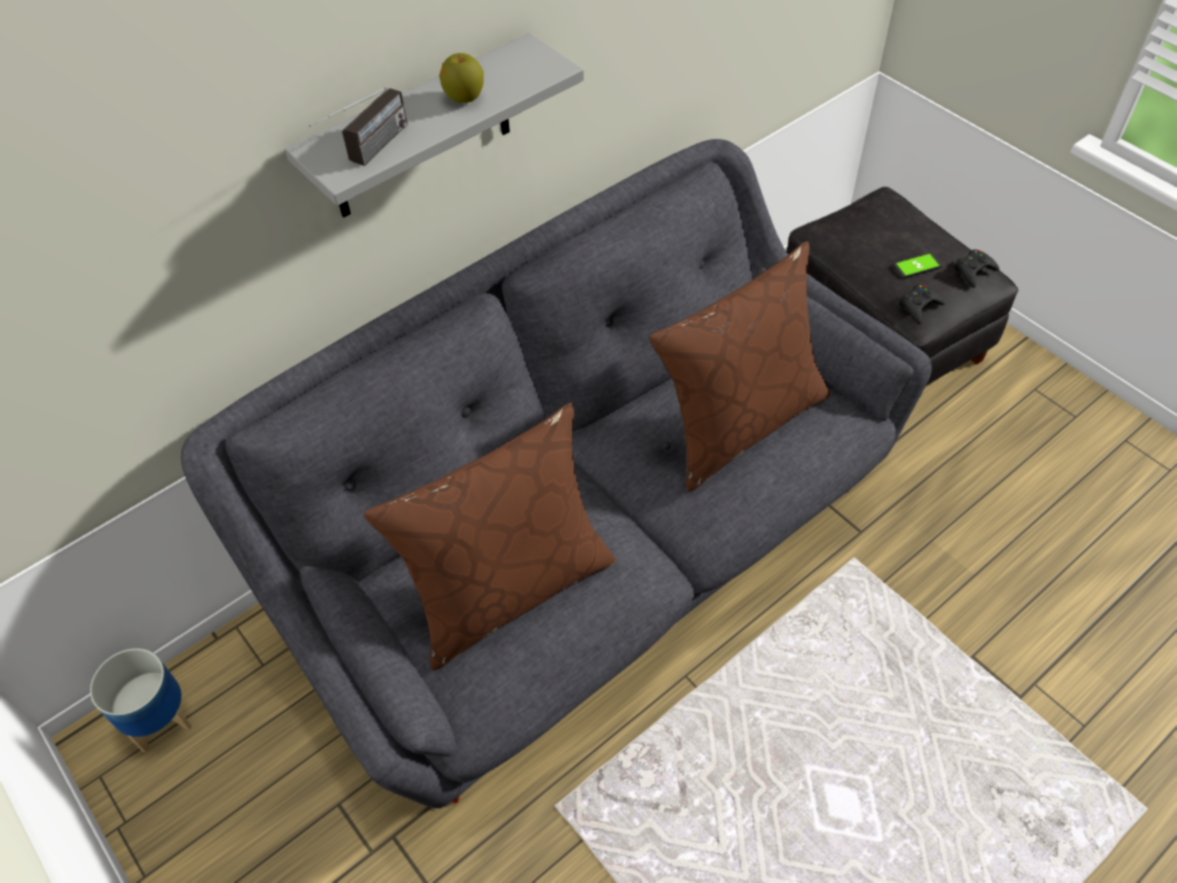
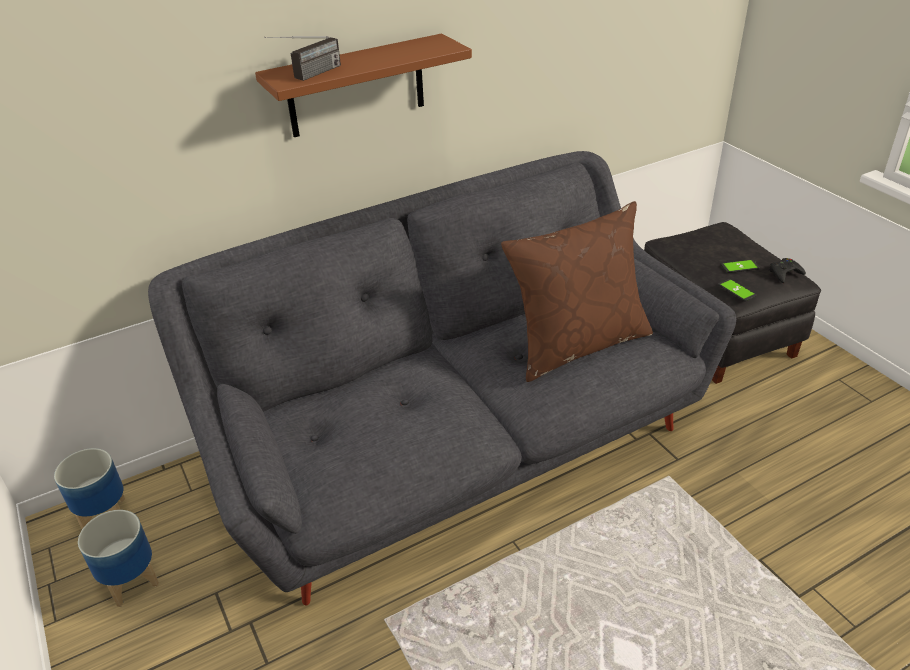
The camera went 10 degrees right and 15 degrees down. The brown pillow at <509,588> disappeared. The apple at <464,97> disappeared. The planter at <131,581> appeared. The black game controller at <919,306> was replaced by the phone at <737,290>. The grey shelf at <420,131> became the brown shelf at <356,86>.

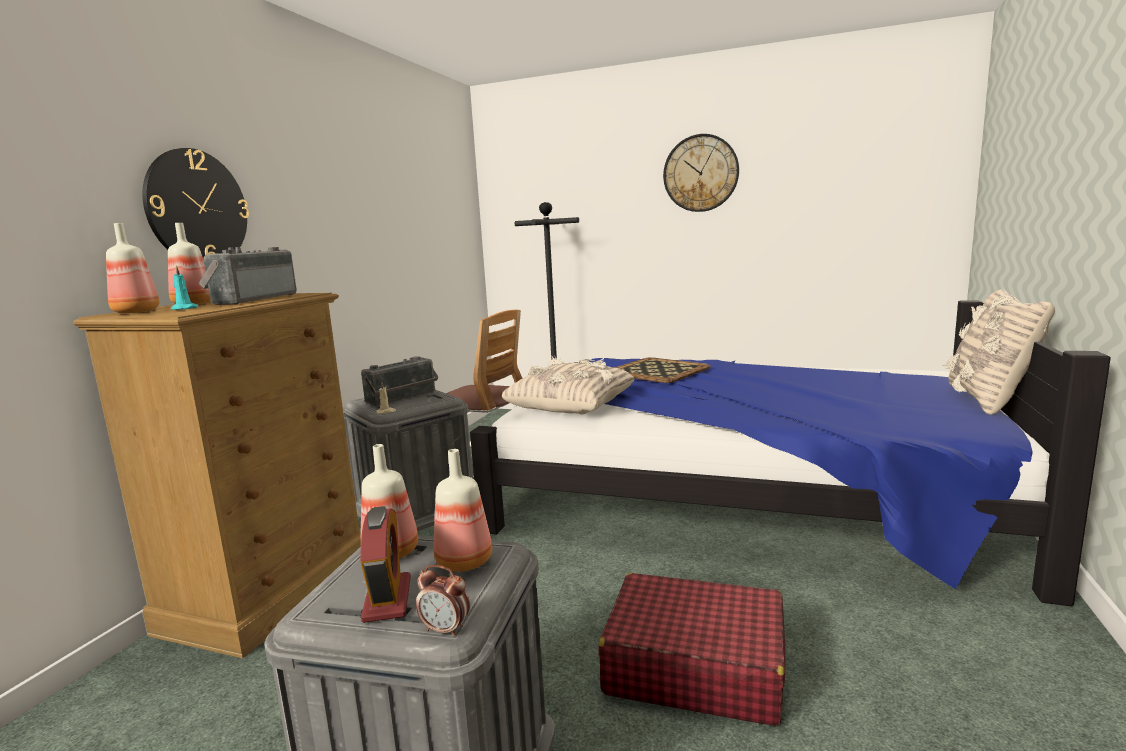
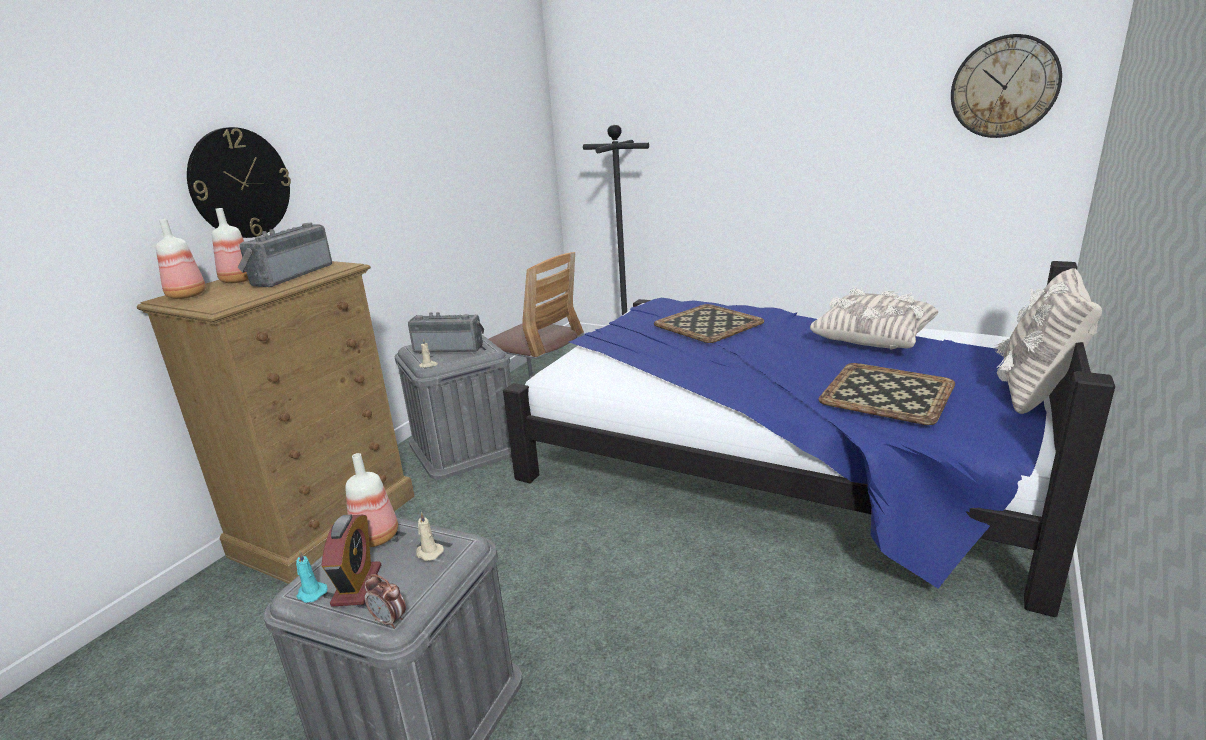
The camera went 10 degrees right and 10 degrees up. The red suitcase at <694,666> disappeared. The tray at <885,393> appeared. The turquoise candle moved from <183,309> to <311,593>. The beige pillow moved from <571,408> to <872,339>. The wall clock moved from <700,173> to <1004,87>. The bottle at <463,561> was replaced by the beige candle at <428,553>. The radio at <403,398> turned 135 degrees counterclockwise.

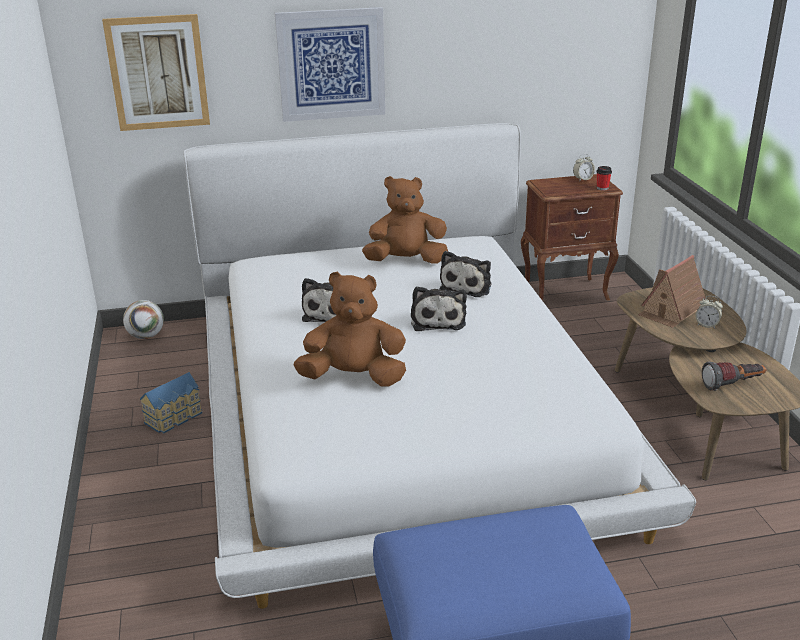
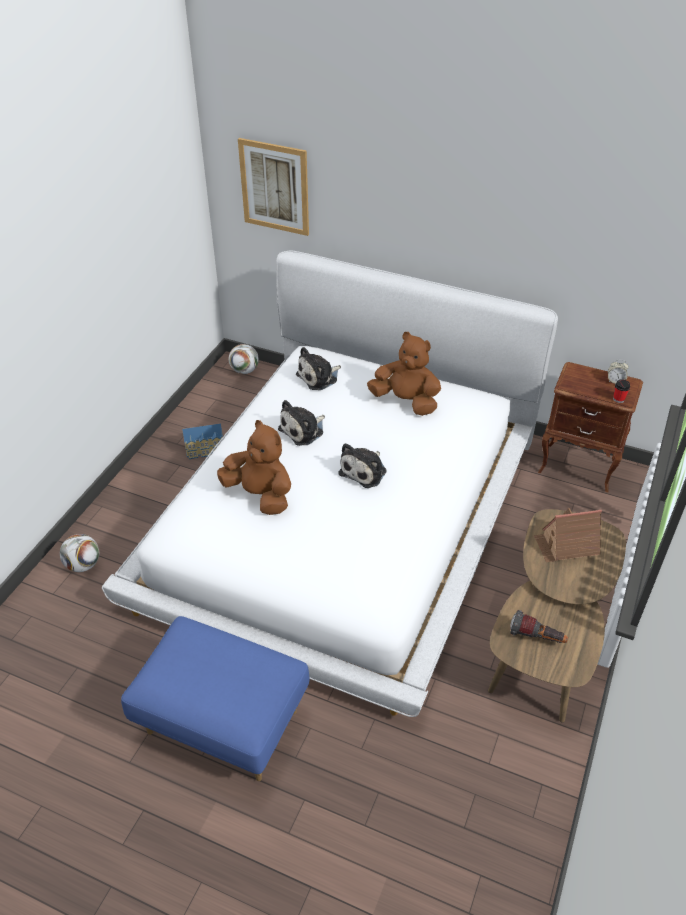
The camera went 35 degrees right and 15 degrees up. The picture at <331,64> disappeared. The alarm clock at <706,325> disappeared. The football at <83,565> appeared. The plush toy moved from <467,286> to <319,377>.

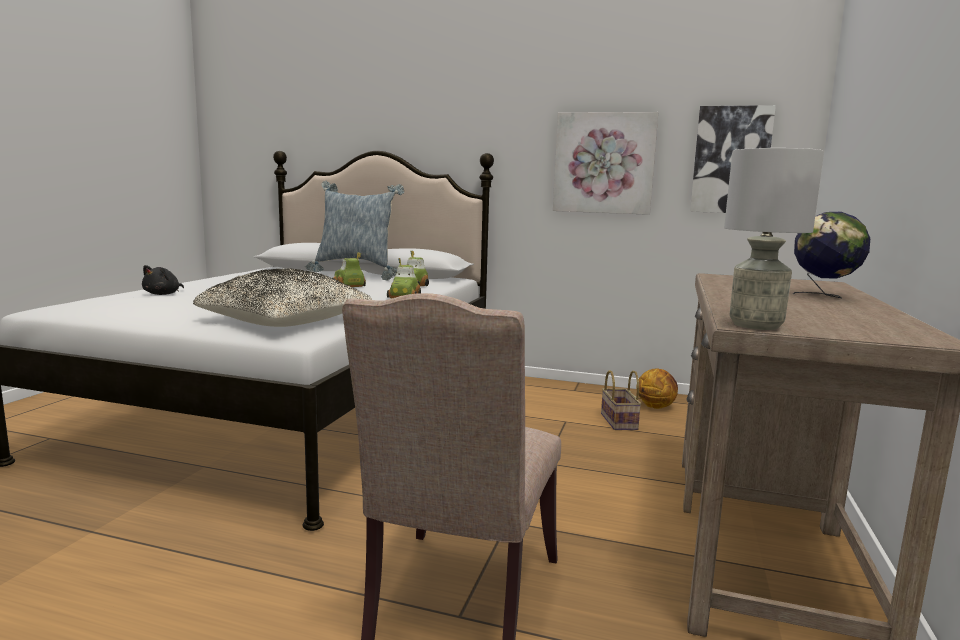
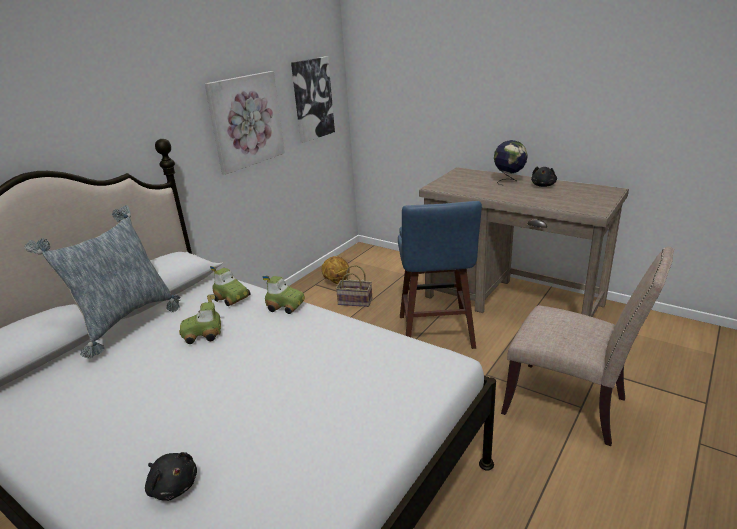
The camera went 70 degrees left and 15 degrees up. The beige pillow at <285,320> disappeared. The grey table lamp at <755,326> disappeared. The blue stool at <436,333> appeared. The black plush toy at <543,185> appeared.

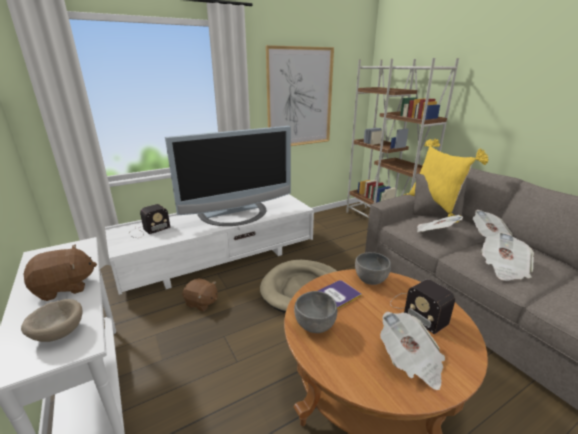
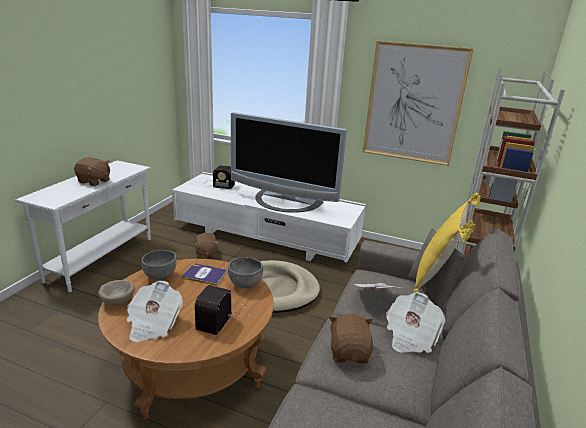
The camera went 50 degrees right and 0 degrees up. The beige bowl moved from <59,332> to <118,301>. The newspaper at <503,268> was replaced by the brown plush toy at <349,352>.

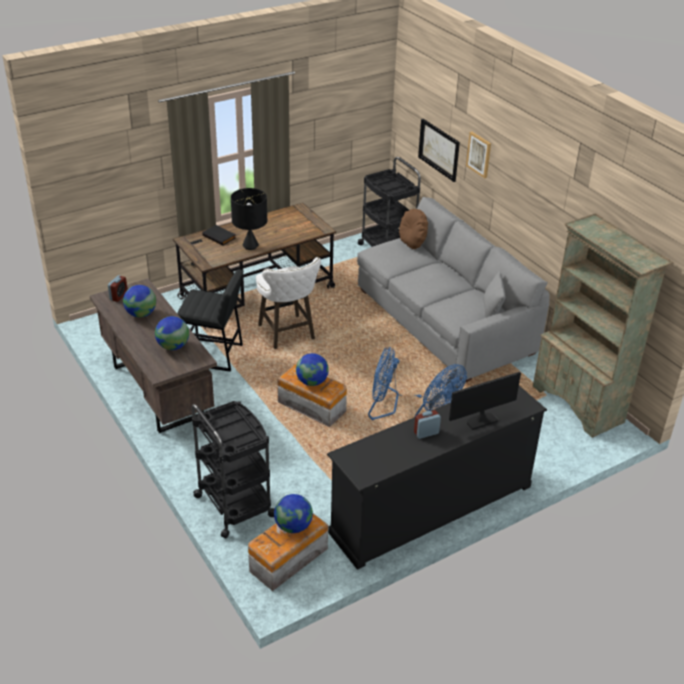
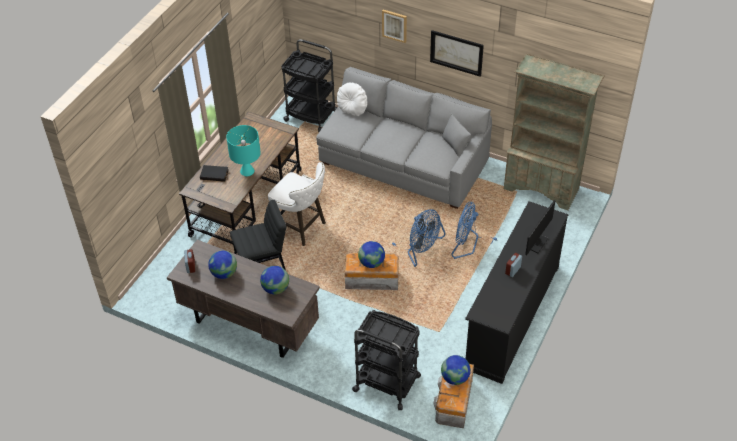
The camera went 30 degrees left and 10 degrees up. The picture moved from <439,149> to <456,52>. The black table lamp at <250,246> became the turquoise table lamp at <247,172>. The brown pillow at <412,243> became the white pillow at <352,110>. The blue fan at <388,401> turned 120 degrees counterclockwise.

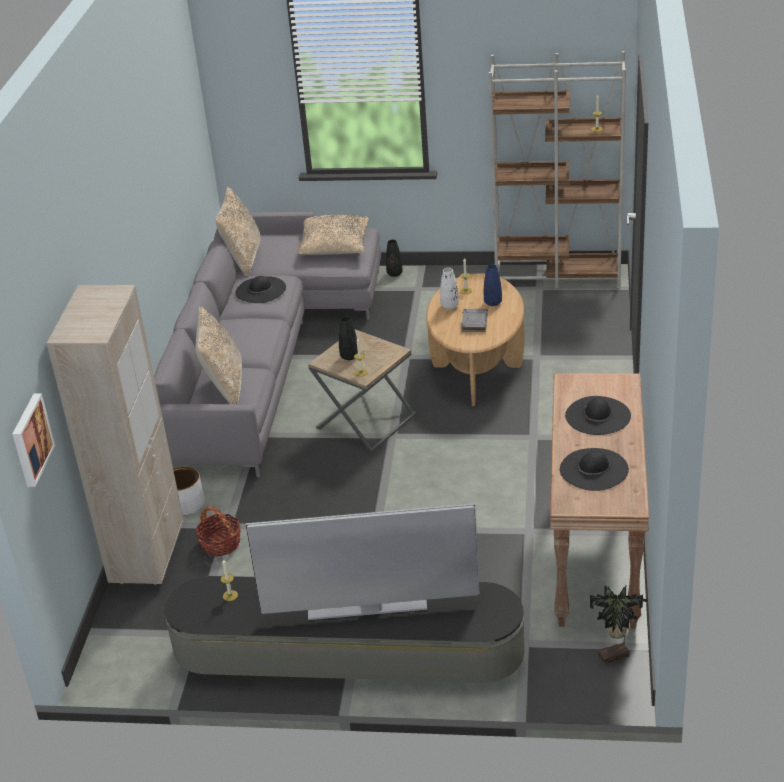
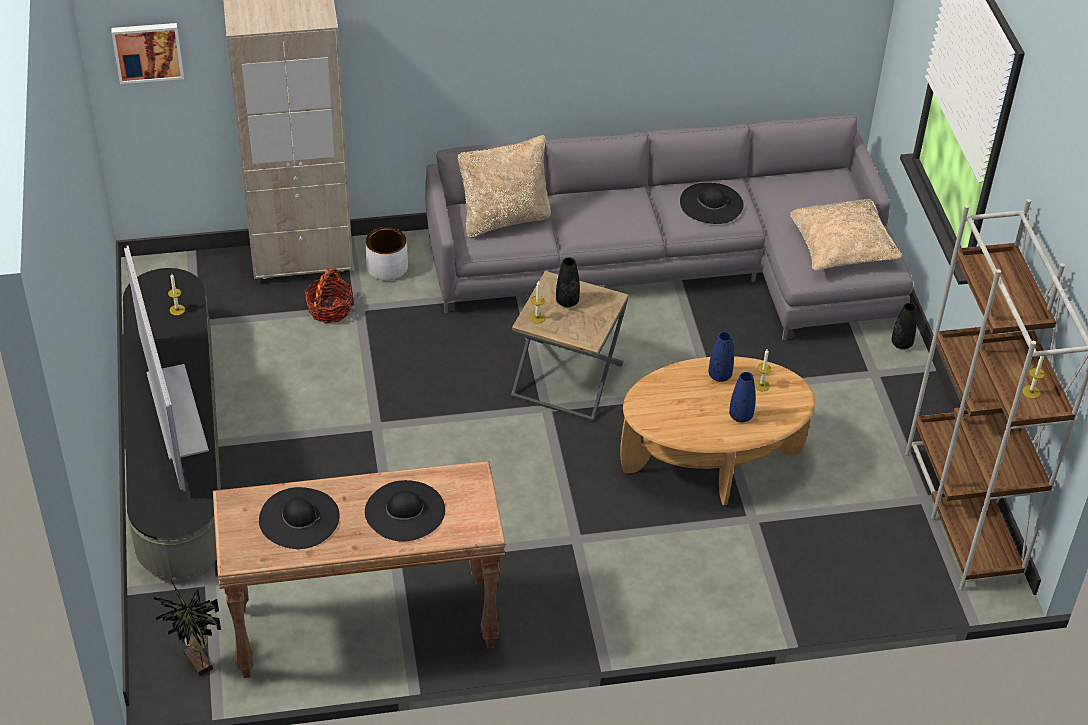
The camera went 70 degrees right and 10 degrees up. The beige pillow at <243,259> disappeared. The grey book at <474,322> disappeared. The white vase at <449,306> became the blue vase at <719,376>.

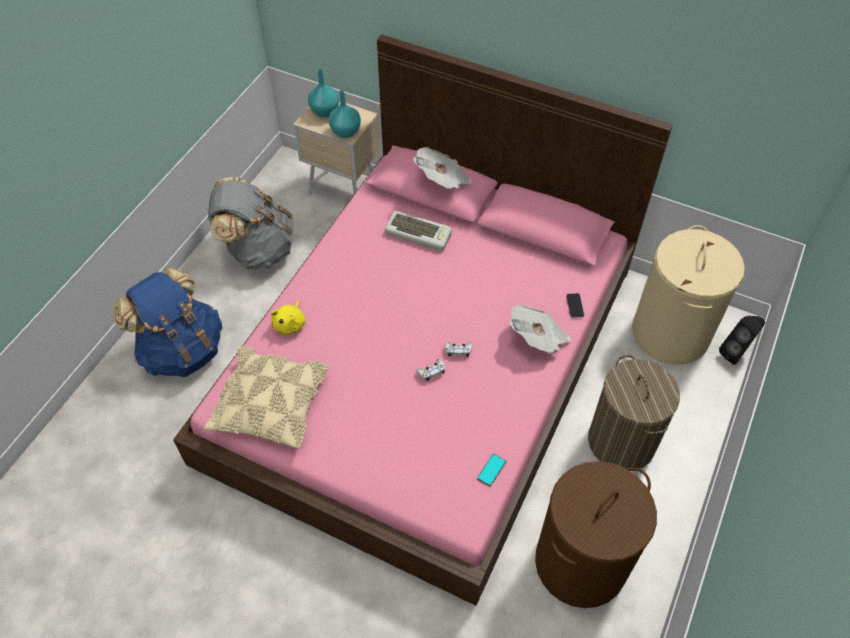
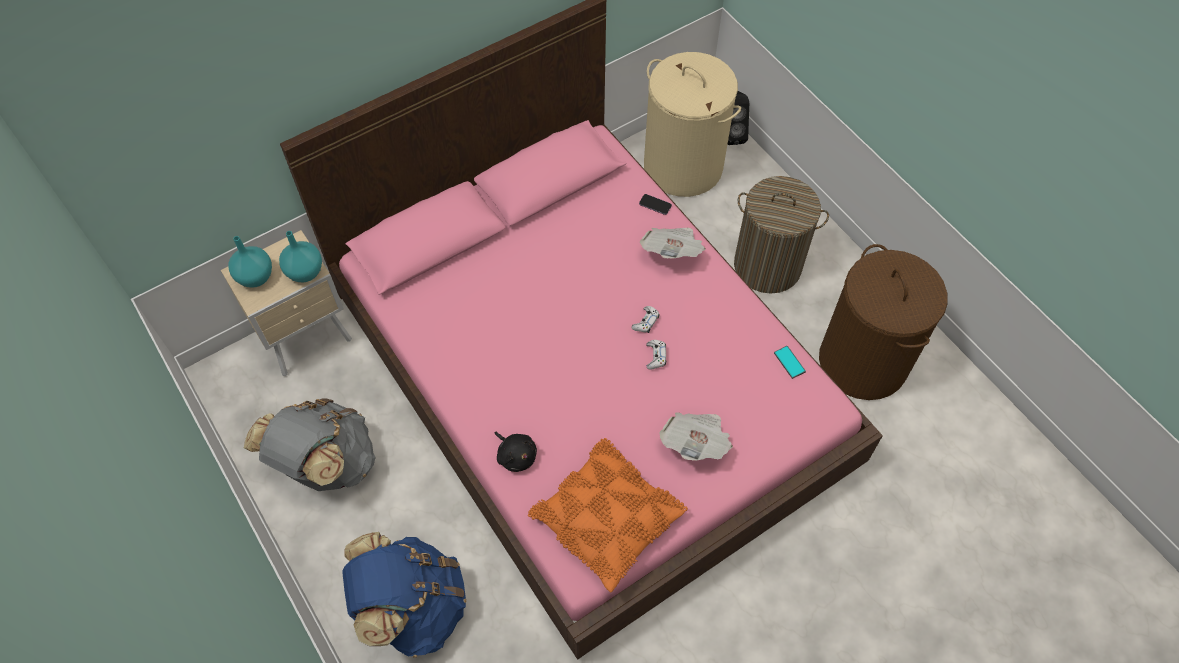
The camera went 60 degrees left and 5 degrees up. The keyboard at <419,233> disappeared. The newspaper moved from <443,180> to <696,443>. The beige pillow at <271,404> became the orange pillow at <607,518>. The yellow plush toy at <290,324> became the black plush toy at <516,455>.

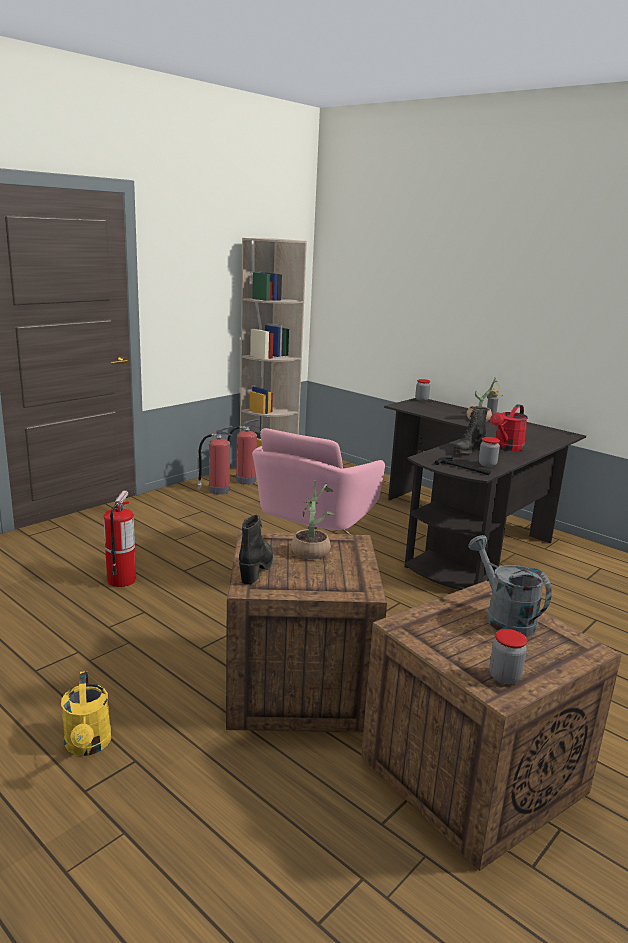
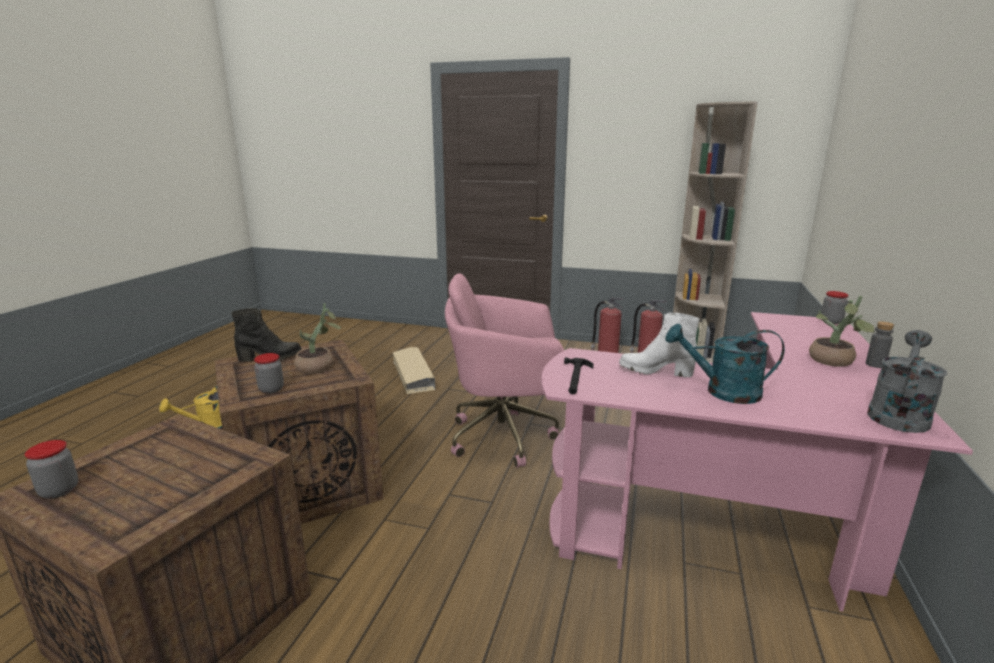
The camera went 65 degrees right and 0 degrees up. The grey watering can moved from <503,617> to <898,414>. The jar moved from <487,464> to <271,389>. The fire extinguisher at <121,580> was replaced by the beige storage box at <413,374>. The black desk at <468,534> became the pink desk at <737,516>. The black boot at <467,450> became the white boot at <655,371>. The red watering can at <506,448> became the turquoise watering can at <722,392>.

